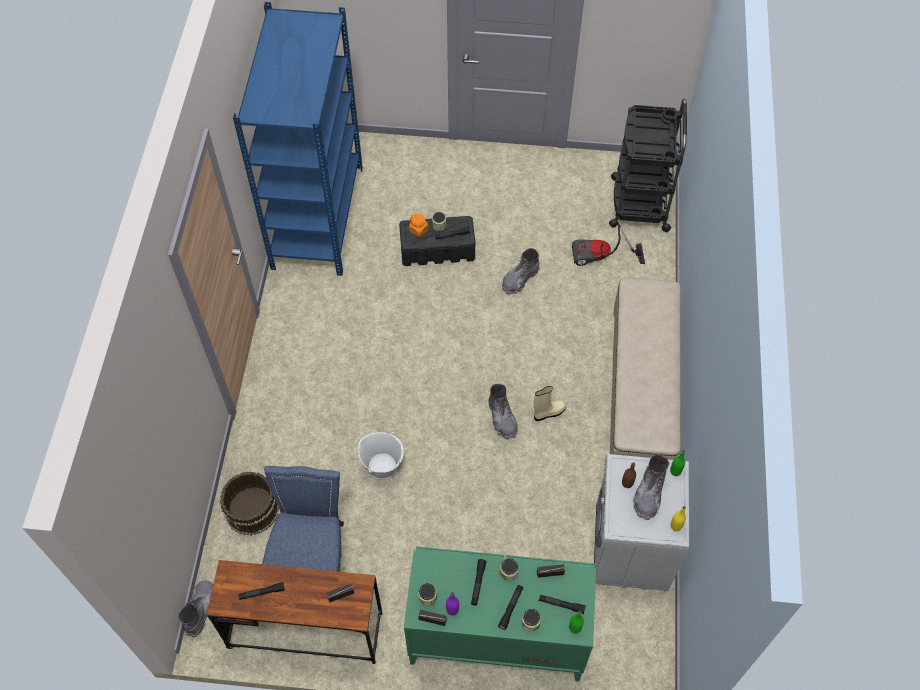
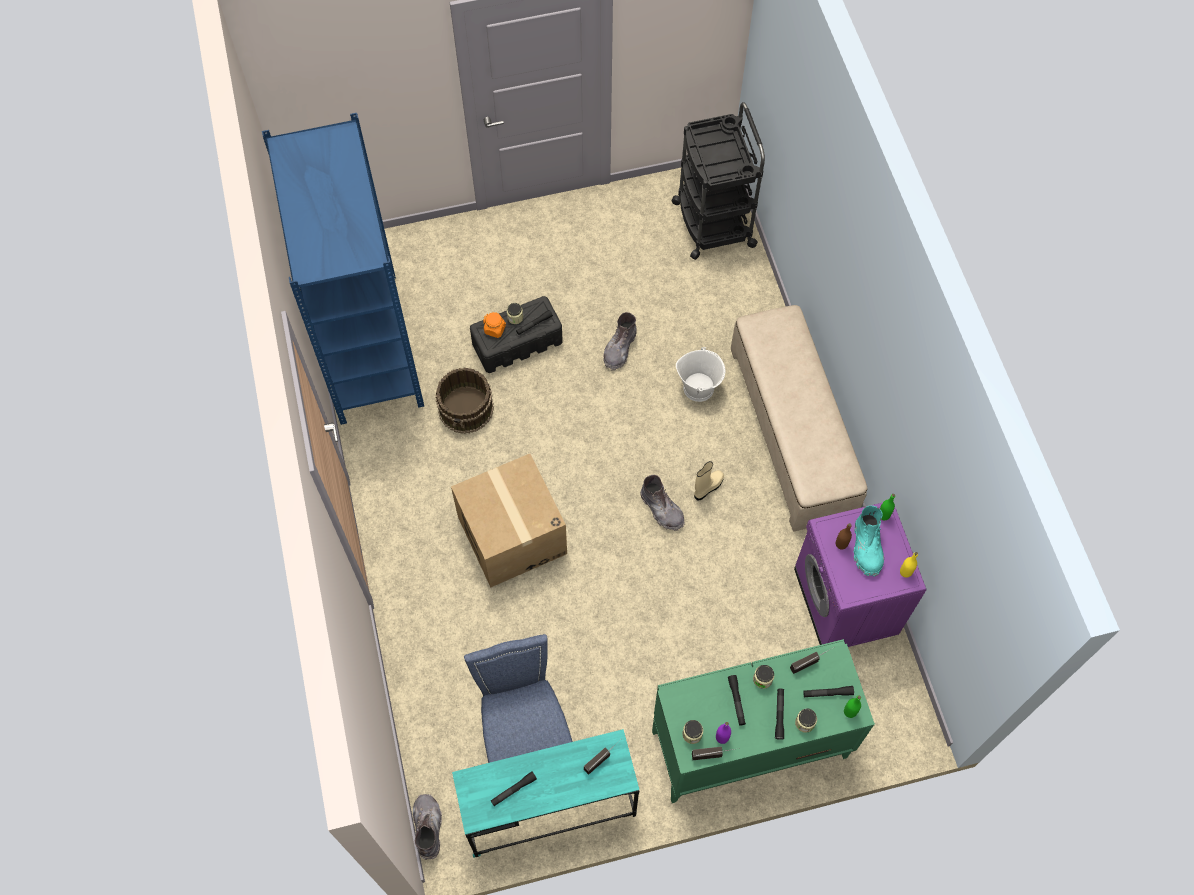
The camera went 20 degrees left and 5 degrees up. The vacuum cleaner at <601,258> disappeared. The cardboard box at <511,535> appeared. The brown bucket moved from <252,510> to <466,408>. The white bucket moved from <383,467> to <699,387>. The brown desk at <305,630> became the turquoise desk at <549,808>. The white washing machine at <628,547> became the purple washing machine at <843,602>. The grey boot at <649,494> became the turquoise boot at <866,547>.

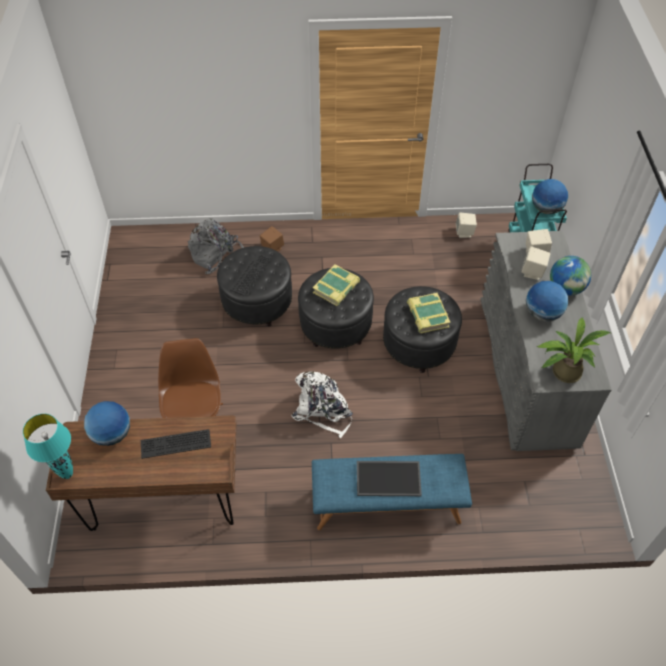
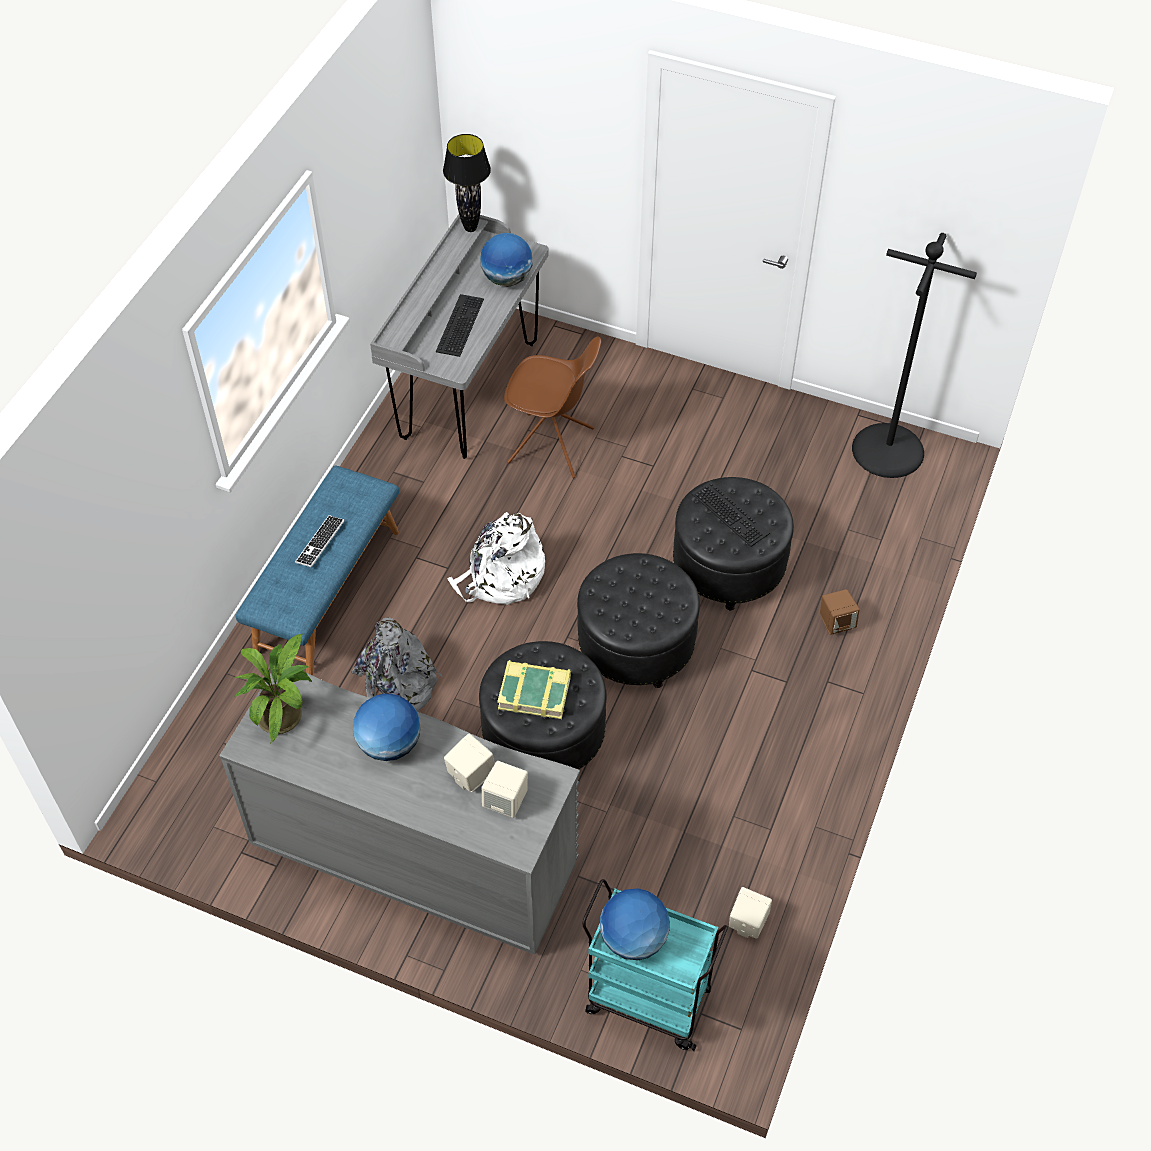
The camera went 115 degrees right and 0 degrees up. The book at <336,288> disappeared. The globe at <565,288> disappeared. The black clothes rack at <888,450> appeared. The grey backpack moved from <216,255> to <395,690>. The tray at <389,477> was replaced by the keyboard at <320,542>. The turquoise table lamp at <67,474> became the black table lamp at <471,228>. The brown desk at <164,503> became the grey desk at <468,390>.

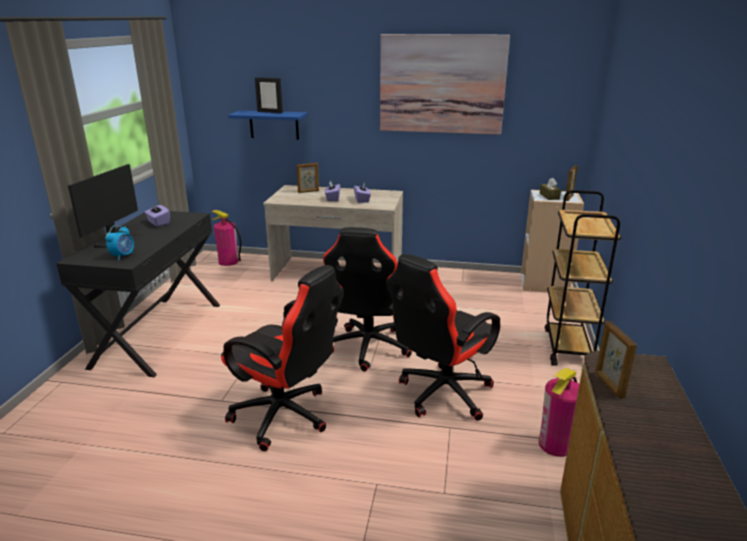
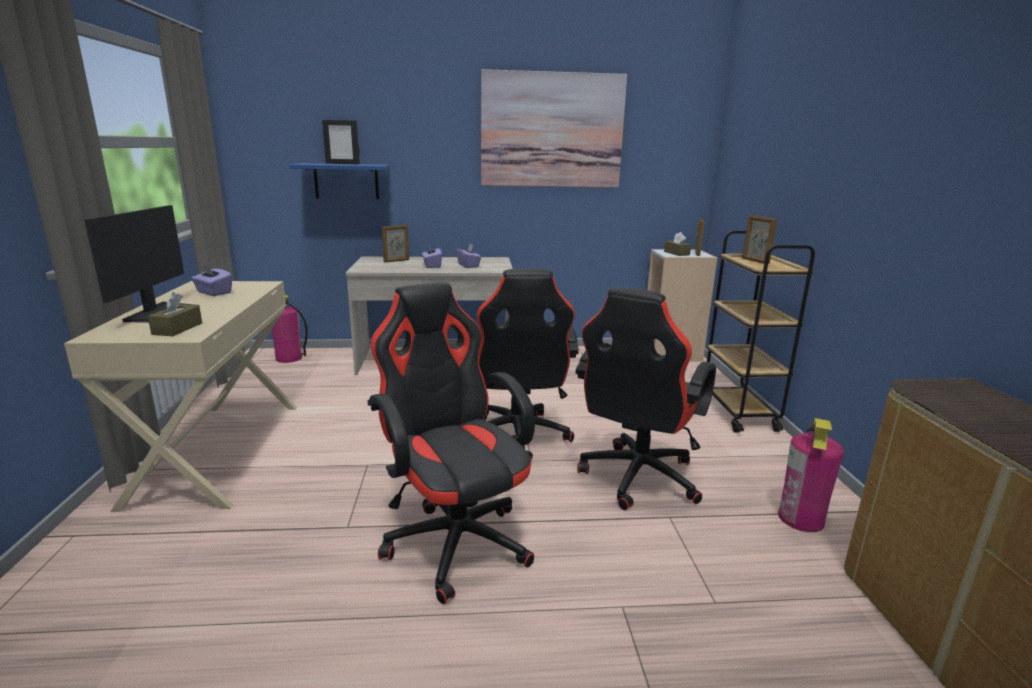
The camera went 15 degrees left and 5 degrees down. The picture frame moved from <608,385> to <755,261>. The alarm clock at <123,256> was replaced by the brown tissue box at <177,329>. The black desk at <158,334> became the beige desk at <217,450>. The black office chair at <287,419> turned 135 degrees counterclockwise.

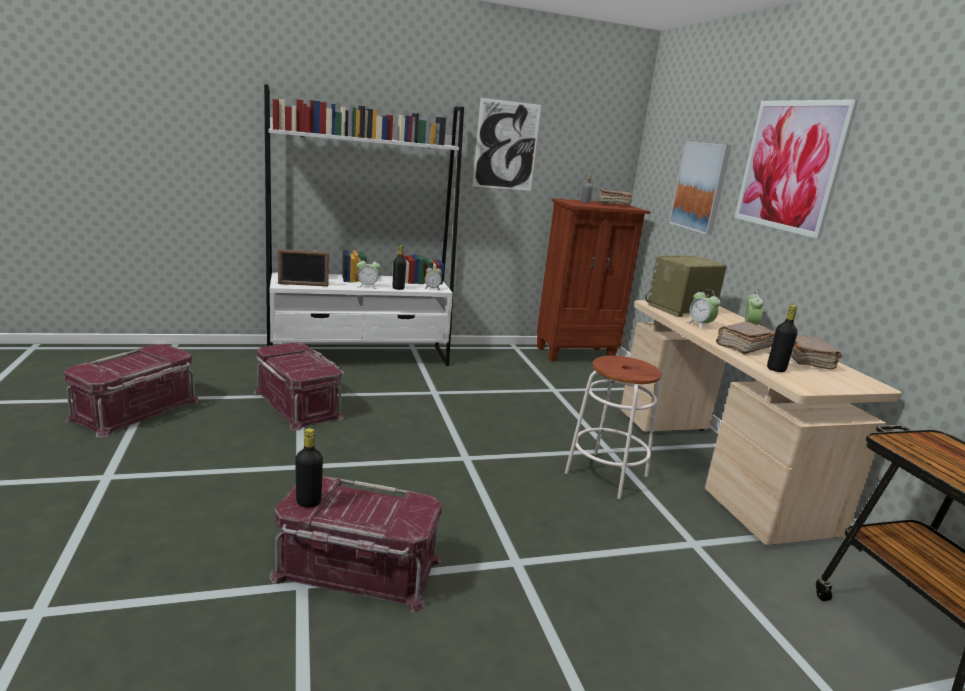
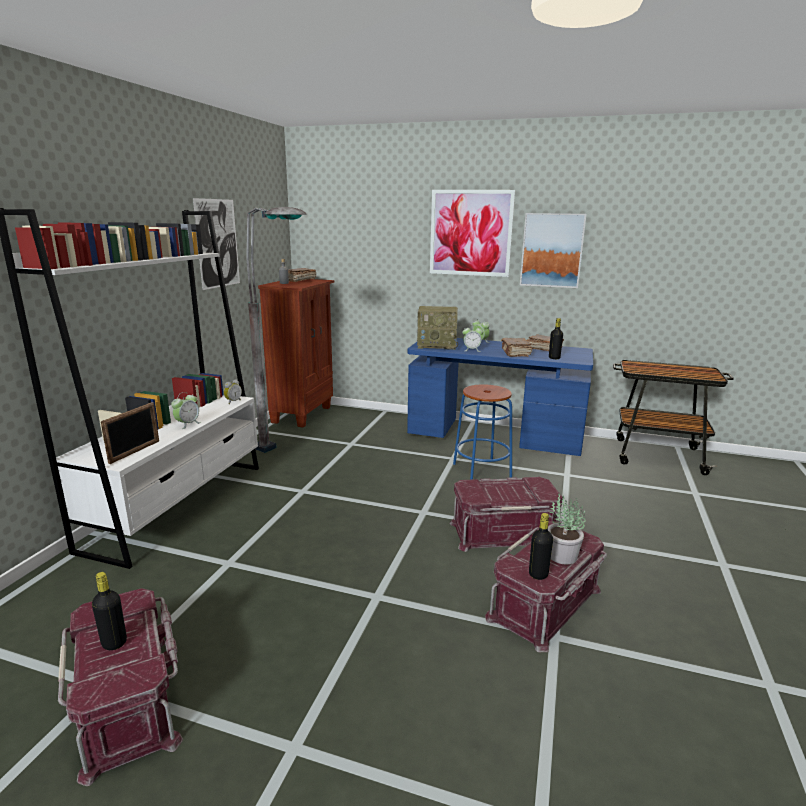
The camera went 55 degrees left and 0 degrees up. The grey floor lamp at <288,457> appeared. The potted plant at <561,555> appeared. The red storage box moved from <299,404> to <503,532>. The black bottle moved from <398,288> to <114,643>. The picture moved from <700,187> to <552,250>. The white stool at <606,474> became the blue stool at <481,470>. The beige desk at <714,466> became the blue desk at <494,436>. The radio at <680,309> turned 90 degrees counterclockwise.

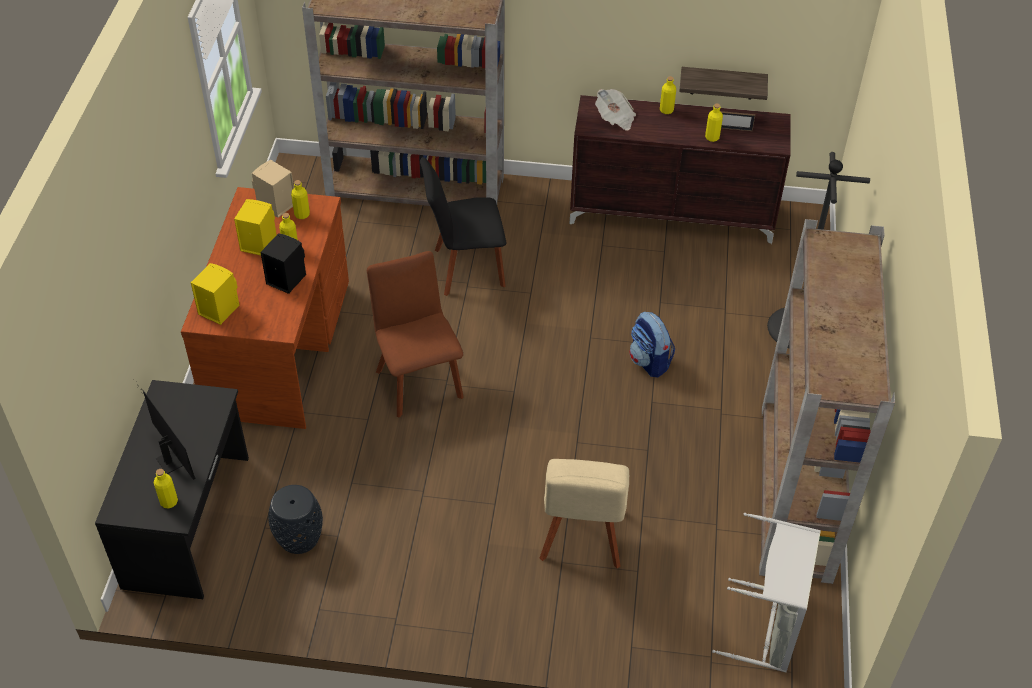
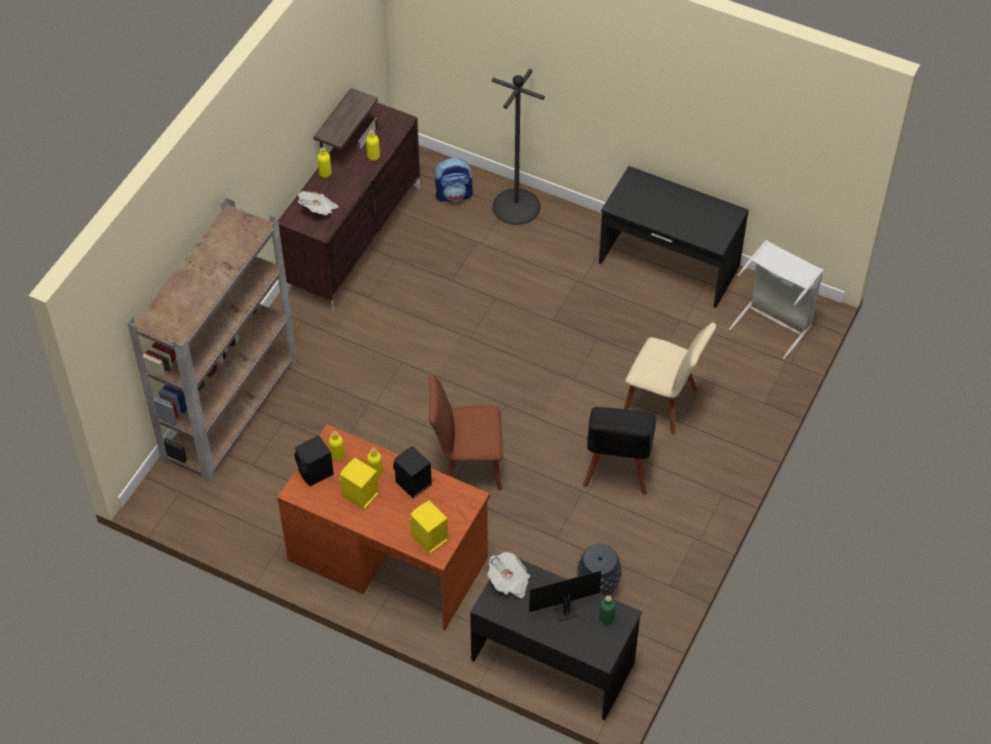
The camera went 70 degrees left and 5 degrees up. The newspaper at <509,581> appeared. The black chair moved from <465,269> to <617,471>. The backpack moved from <649,361> to <454,194>. The brown bookcase at <795,491> was replaced by the black desk at <668,265>. The yellow bottle at <169,502> became the green bottle at <606,619>. The beige speaker at <275,205> became the black speaker at <316,473>.

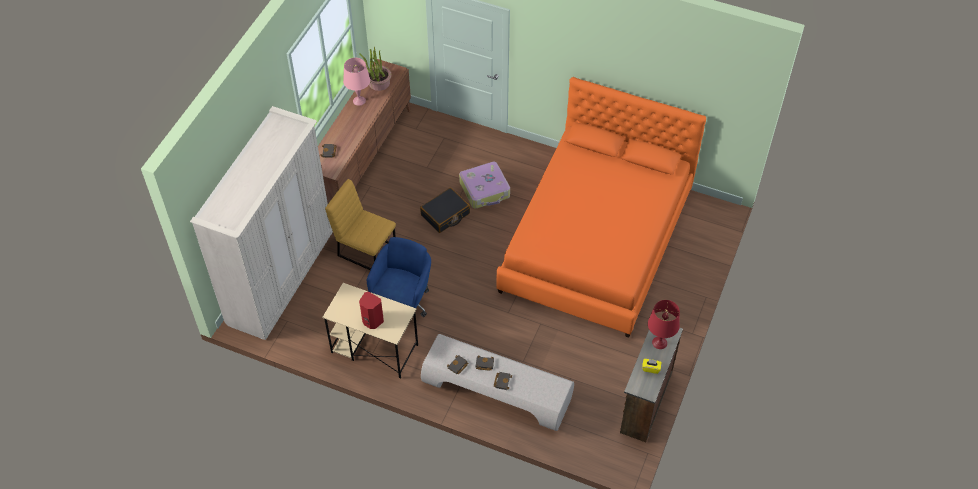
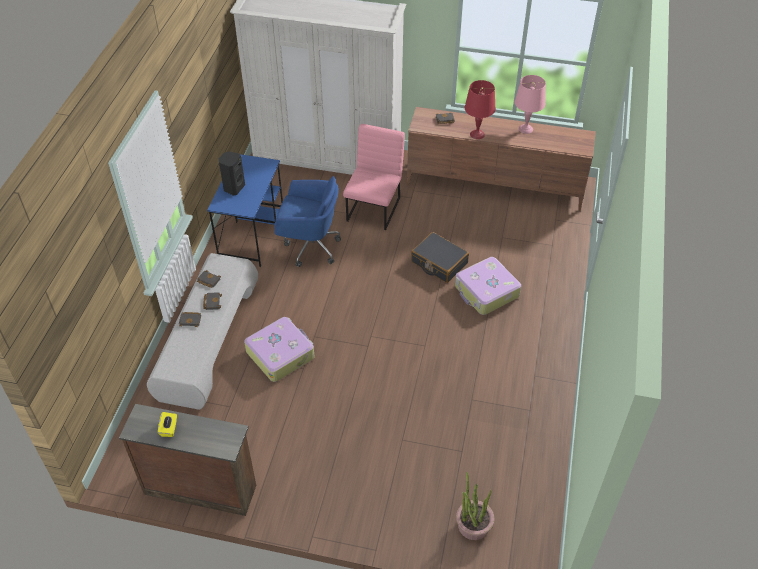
The camera went 80 degrees right and 5 degrees down. The orange bed at <596,240> disappeared. The suitcase at <280,354> appeared. The potted plant moved from <379,83> to <473,525>. The red table lamp moved from <660,342> to <477,134>. The beige desk at <374,348> became the blue desk at <252,234>. The yellow chair at <365,249> became the pink chair at <374,208>. The red speaker at <372,321> became the black speaker at <233,188>.

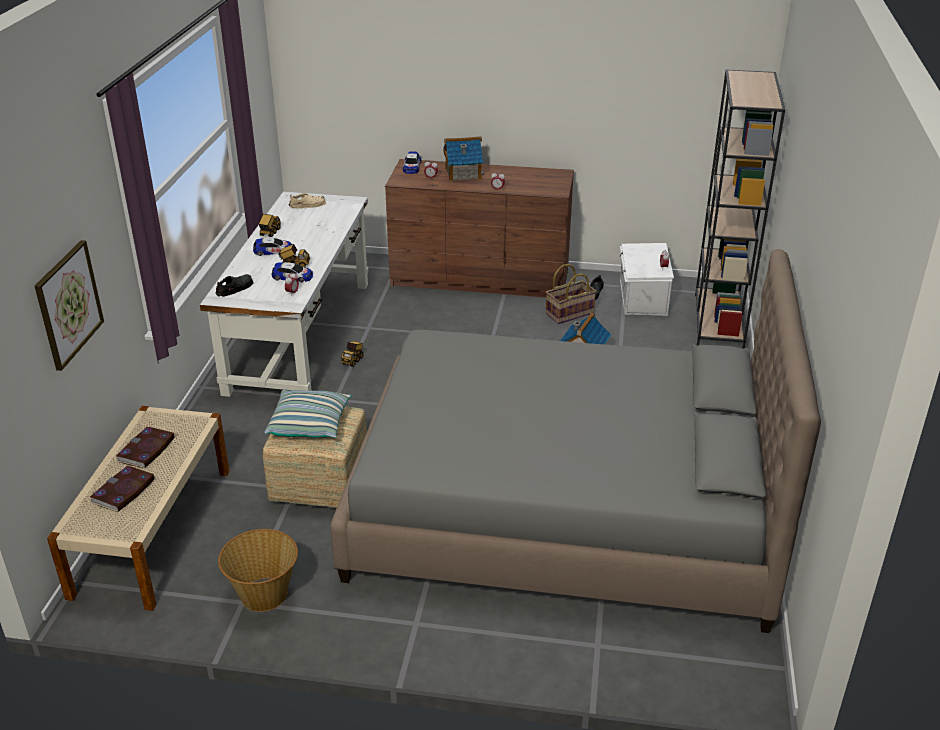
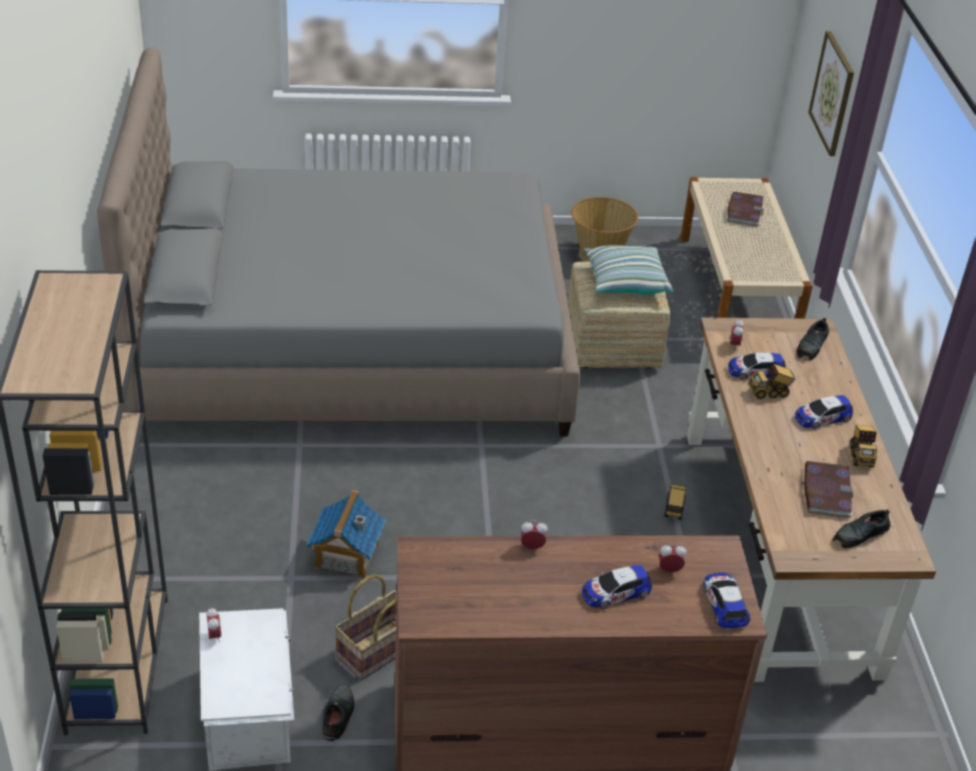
The camera went 165 degrees right and 5 degrees up. The book moved from <146,450> to <826,492>. The toy house at <462,174> was replaced by the toy car at <616,592>. The white desk at <300,335> became the brown desk at <779,548>. The beige shoe at <308,204> became the black shoe at <860,534>.

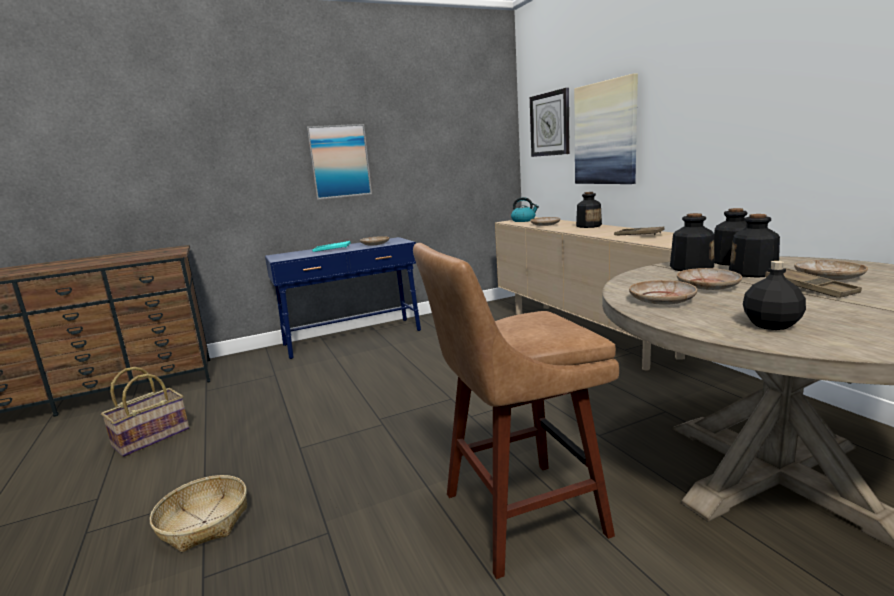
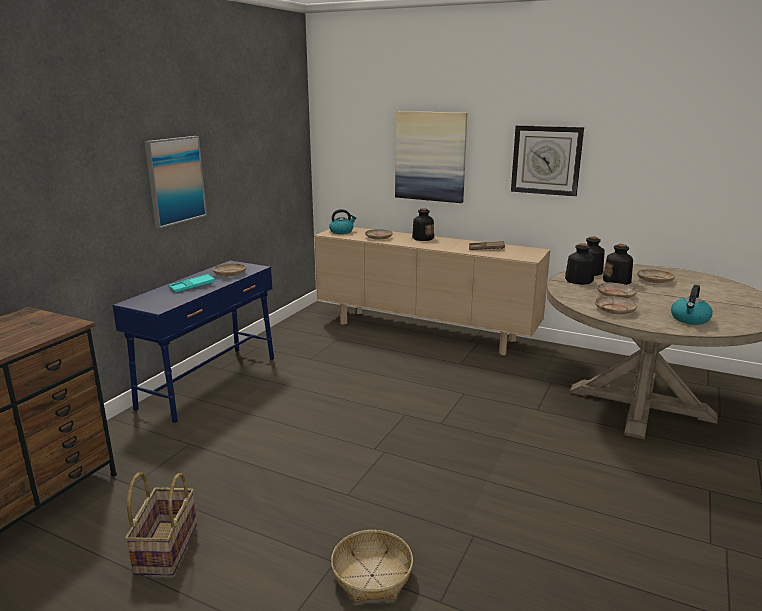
The camera went 40 degrees left and 5 degrees up. The brown stool at <517,515> disappeared. The brown tray at <809,288> disappeared. The wall clock moved from <550,124> to <546,160>. The black bottle at <772,325> was replaced by the kettle at <690,319>.

